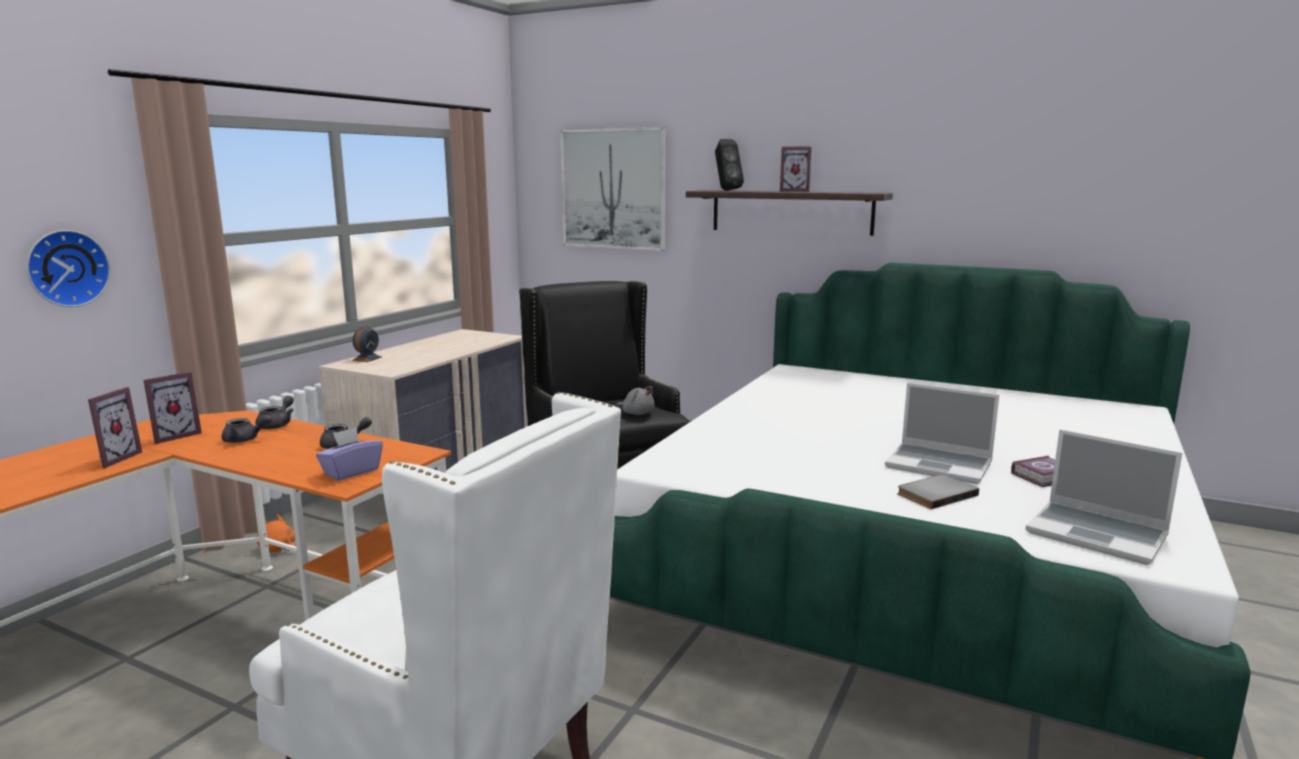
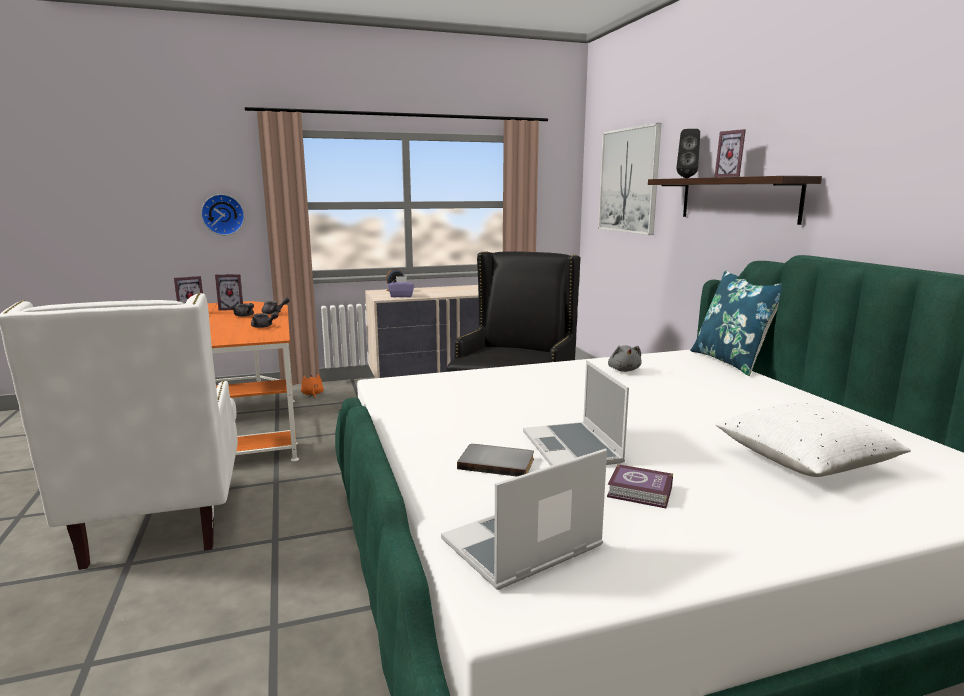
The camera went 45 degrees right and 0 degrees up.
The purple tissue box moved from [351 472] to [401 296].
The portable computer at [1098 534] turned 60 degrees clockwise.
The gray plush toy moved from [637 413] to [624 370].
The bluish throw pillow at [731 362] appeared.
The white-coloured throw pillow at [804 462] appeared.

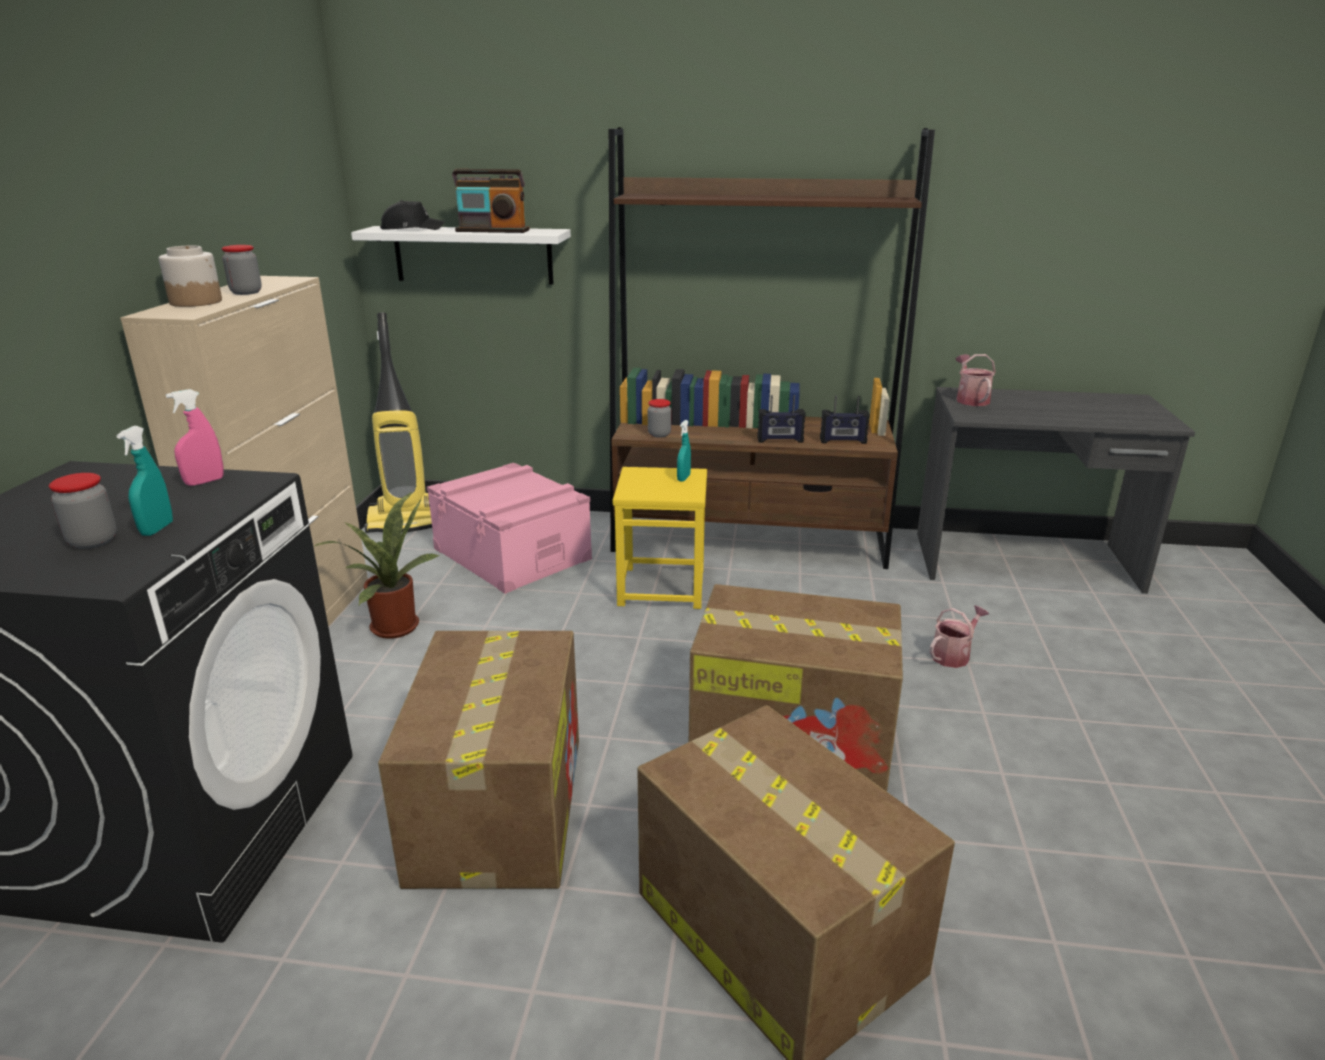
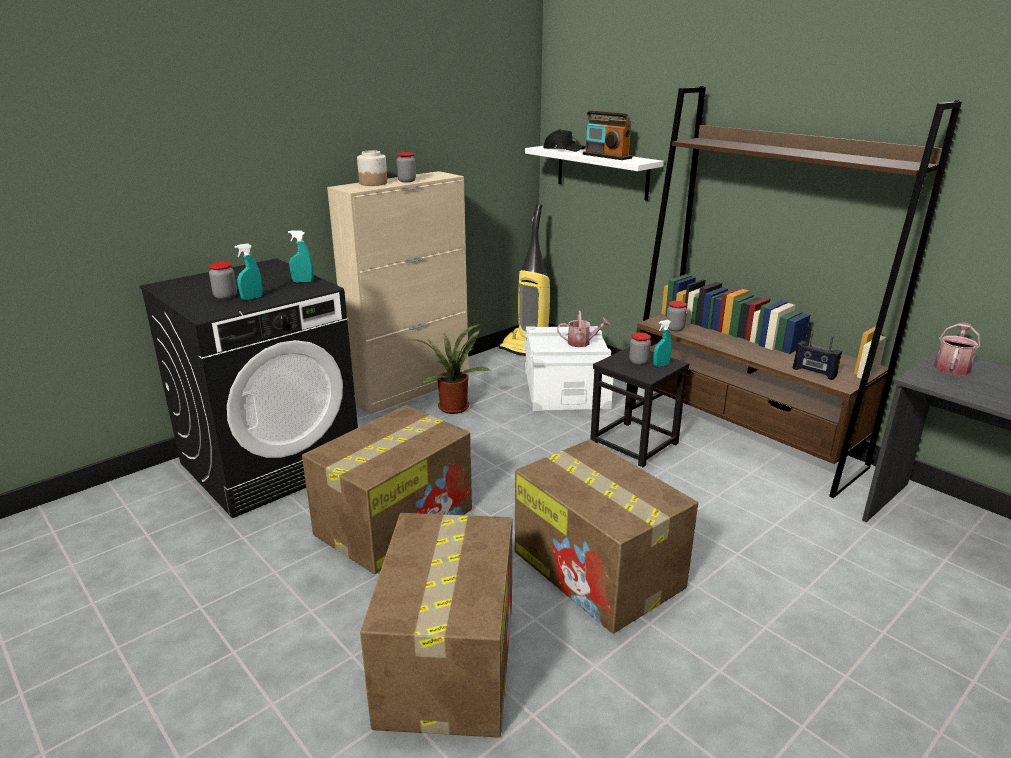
The camera went 40 degrees right and 0 degrees up.
The pinkish hand sprayer at [204 482] became the turquoise hand sprayer at [303 281].
The pinkish storage box at [512 553] became the white-coloured storage box at [566 388].
The sprinkling can moved from [953 655] to [582 343].
The yellow-coloured stool seat at [662 587] became the black-coloured stool seat at [634 443].
The jar at [638 362] appeared.
The radio receiver at [780 440] disappeared.

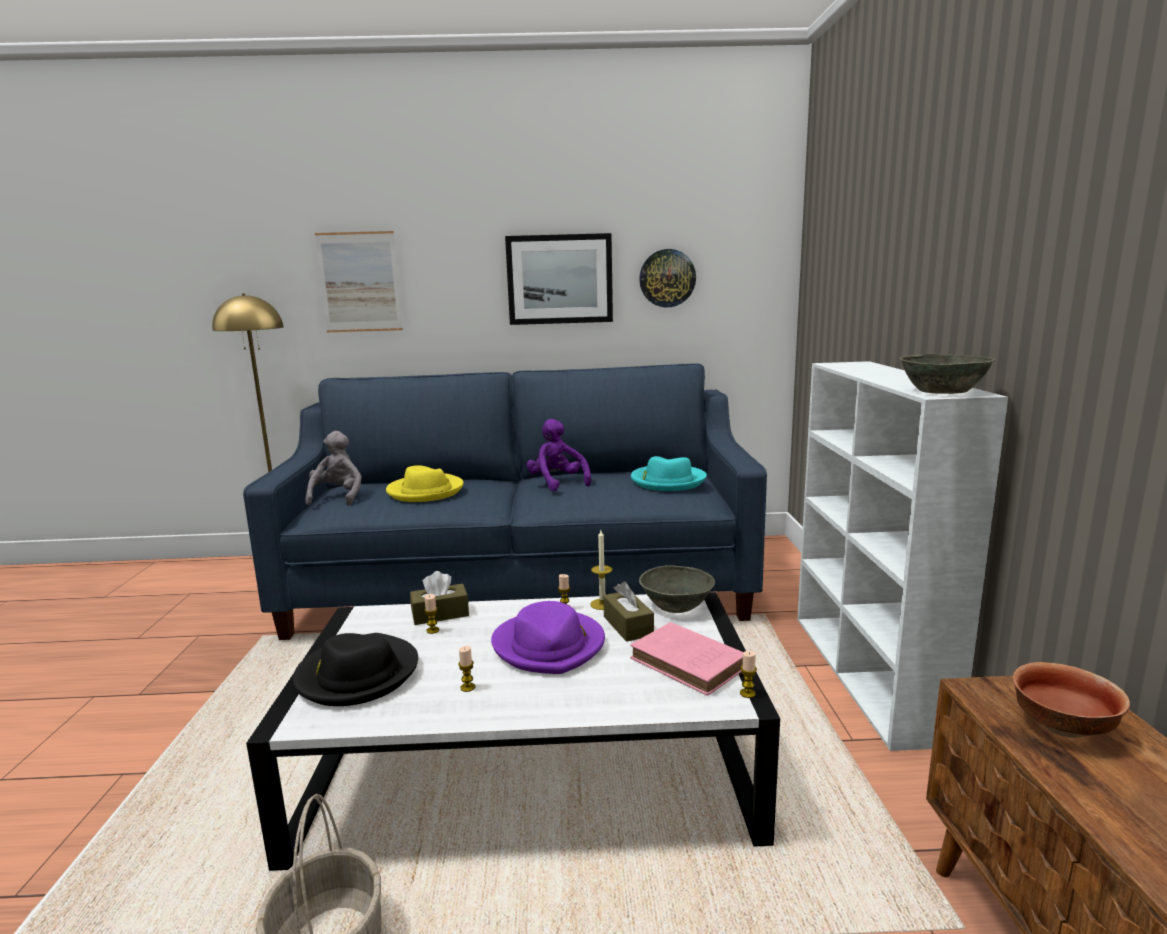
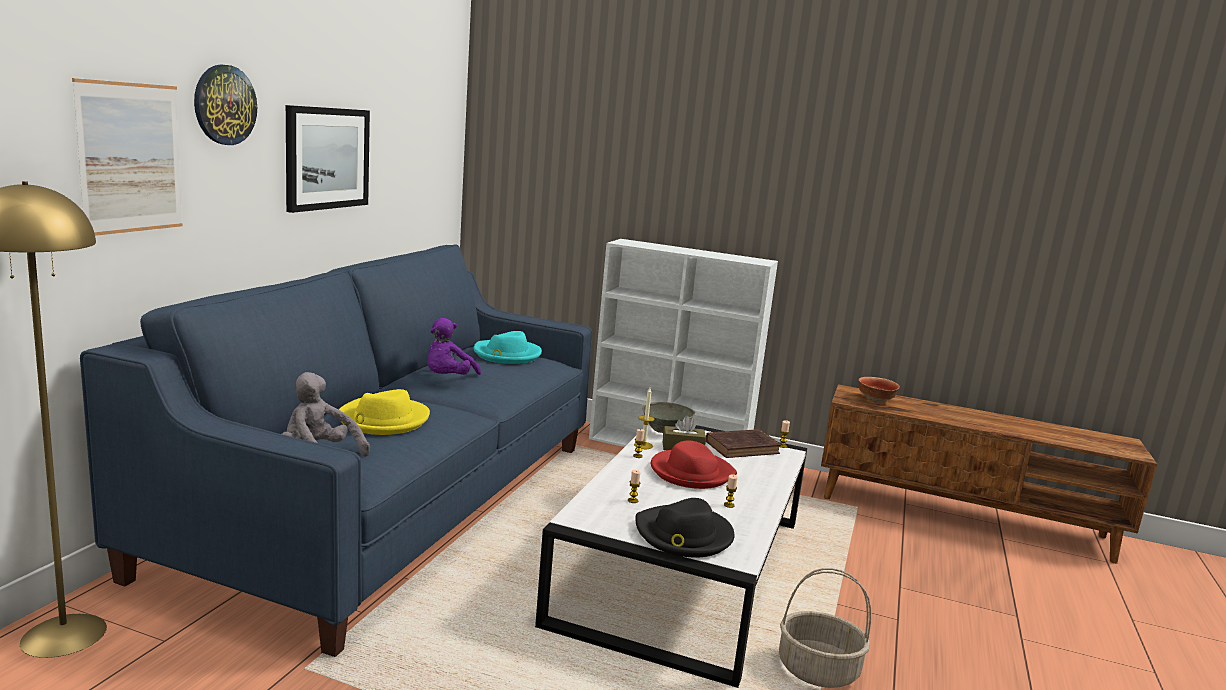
The camera went 70 degrees left and 0 degrees up.
The clock on the wall moved from [667 278] to [224 105].
The purple plush toy at [557 483] turned 60 degrees counterclockwise.
The purple wearable hat at [549 646] became the red wearable hat at [691 472].
The pinkish bound book at [690 664] became the brownish bound book at [743 447].
The brownish tissue box at [440 614] disappeared.
The gray serving bowl at [942 391] disappeared.

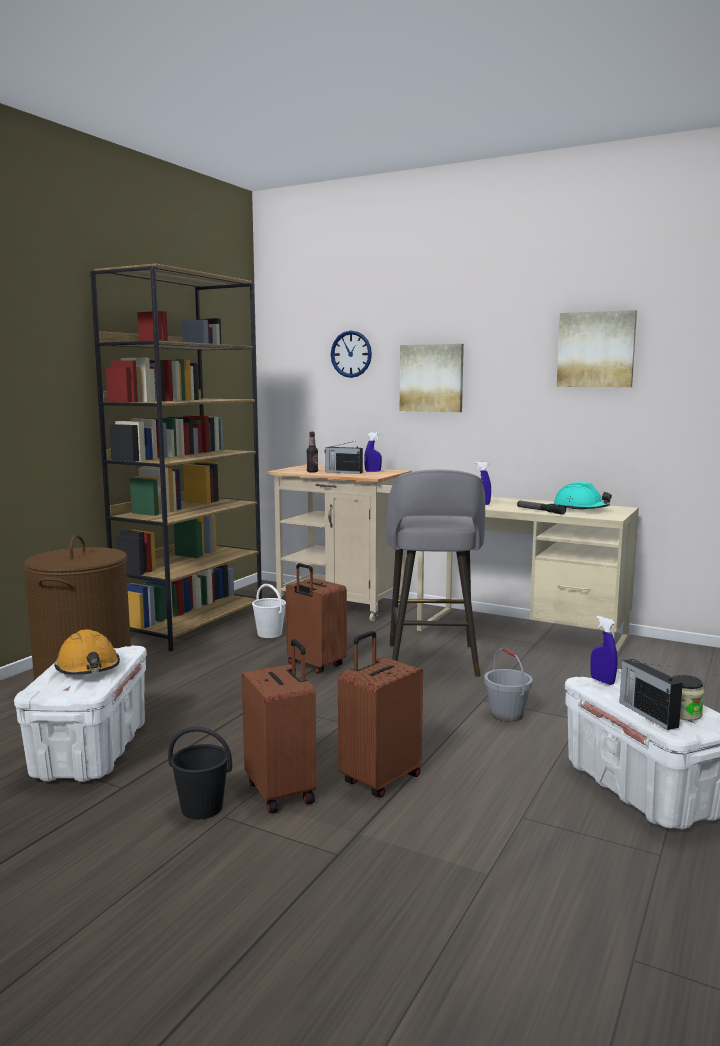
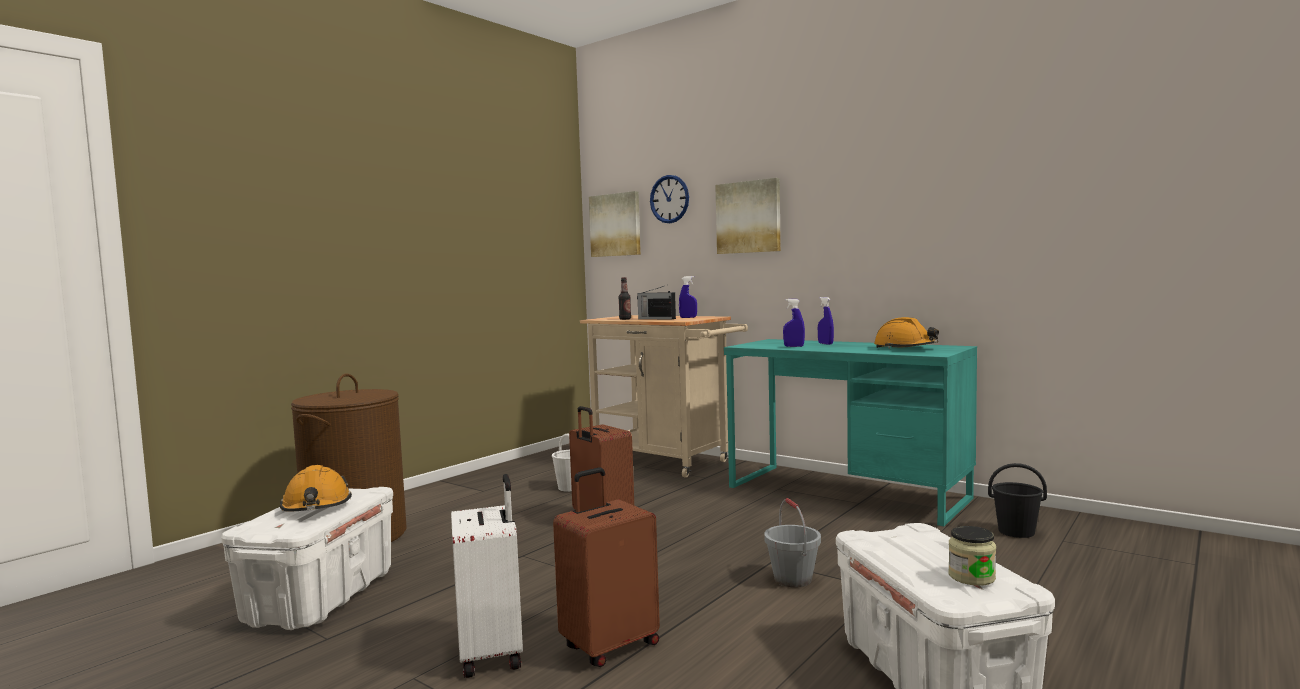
The camera went 10 degrees right and 5 degrees down.
The brownish travel case at [282 792] became the white-coloured travel case at [493 653].
The picture moved from [596 349] to [616 225].
The sand-coloured desk unit at [521 634] became the turquoise desk unit at [846 493].
The bluish hand sprayer moved from [602 681] to [825 344].
The turquoise work helmet at [580 509] became the orangey work helmet at [905 348].
The black-coloured pail moved from [202 808] to [1017 532].
The brownish bookshelf at [191 623] disappeared.
The gray stool seat at [432 661] disappeared.
The torch at [540 511] disappeared.
The radio receiver at [647 714] disappeared.

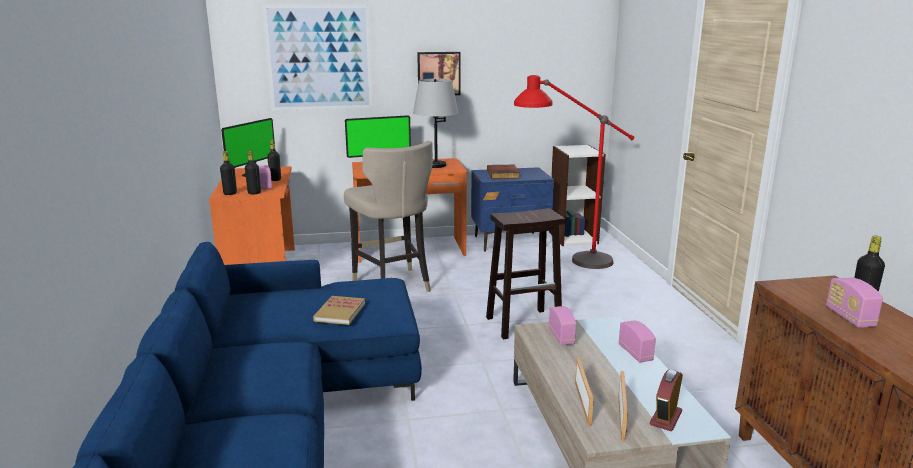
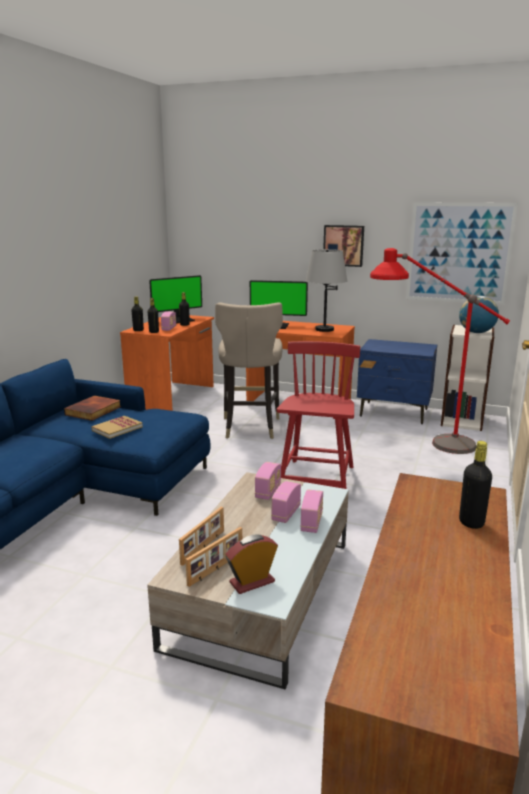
The camera went 30 degrees right and 0 degrees up.
The bound book moved from [504 174] to [94 411].
The radio receiver moved from [849 317] to [286 513].
The brownish stool seat at [524 323] was replaced by the red upright chair at [317 482].
The picture moved from [319 58] to [459 253].
The desk globe at [476 332] appeared.

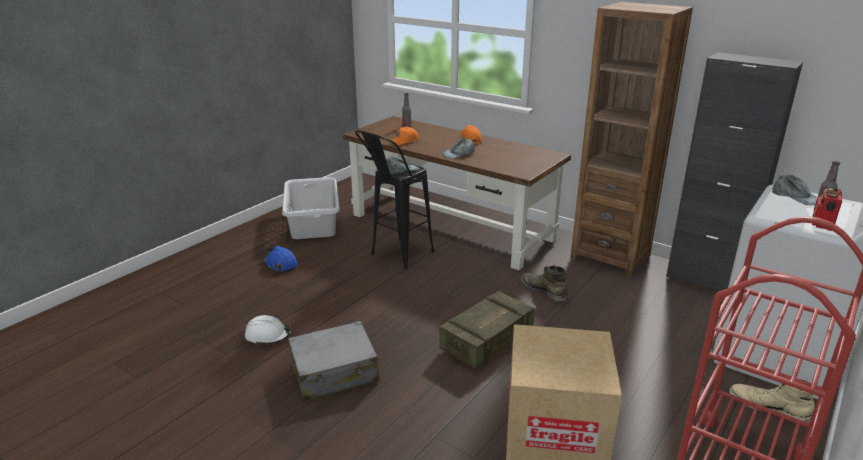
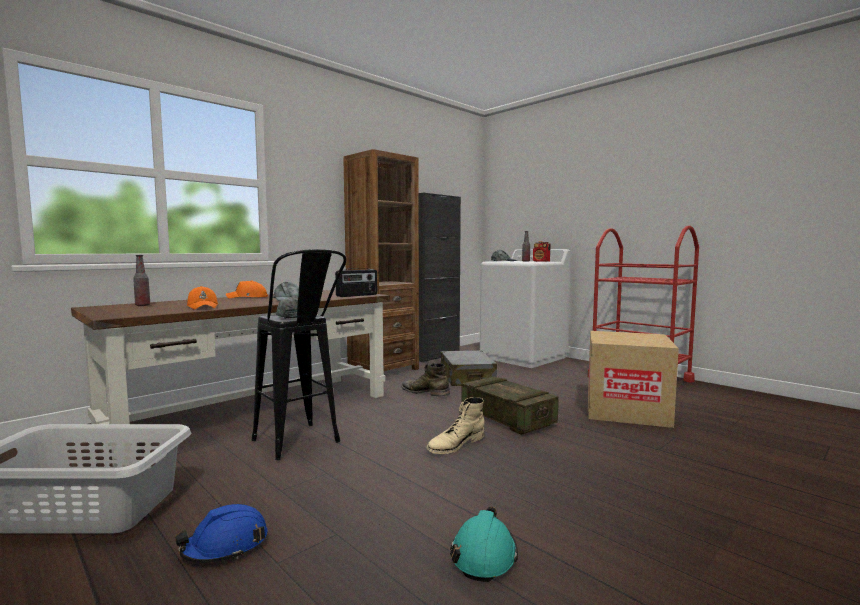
The camera went 80 degrees left and 20 degrees down.
The radio receiver at [357 295] appeared.
The green-coloured boot at [543 290] turned 60 degrees clockwise.
The sand-coloured boot moved from [768 407] to [455 444].
The gray travel case moved from [335 372] to [467 378].
The white-coloured work helmet at [268 336] became the turquoise work helmet at [484 555].

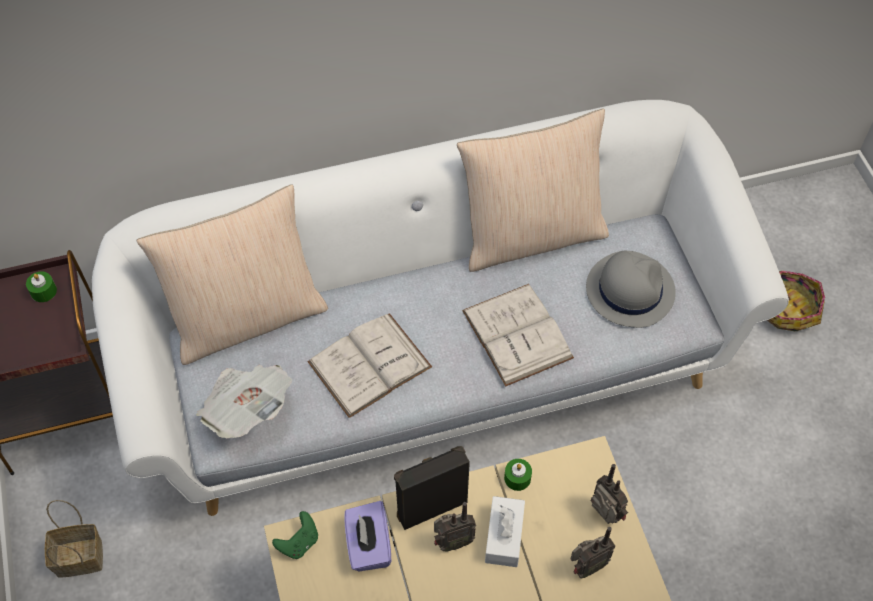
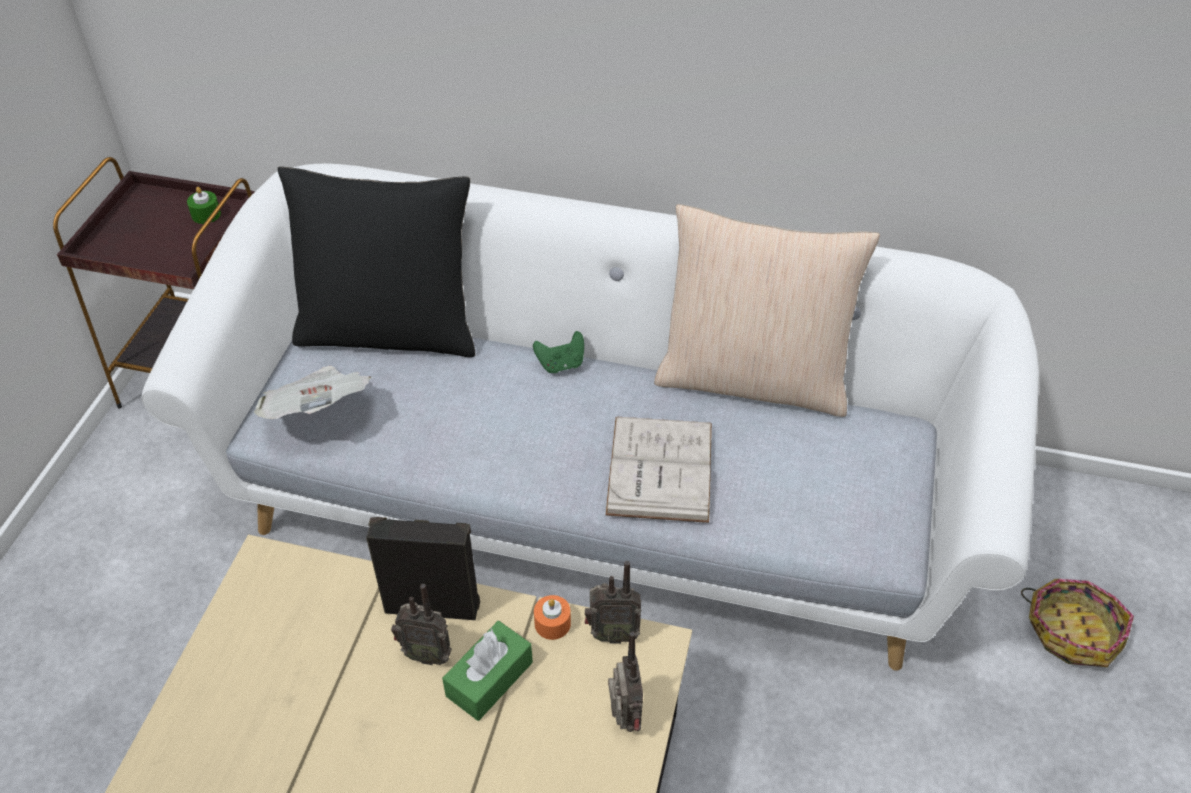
The camera went 30 degrees right and 10 degrees down.
The sand-coloured throw pillow at [247 317] became the black-coloured throw pillow at [390 330].
The white-coloured tissue box at [504 536] became the green-coloured tissue box at [489 679].
The green-coloured gamepad moved from [299 543] to [561 364].
The green-coloured wax light at [517 478] became the orangey wax light at [552 623].
The radio receiver moved from [586 567] to [612 633].
The household basket at [81 556] disappeared.
The white-coloured bound book at [369 364] disappeared.
The purple tissue box at [368 545] disappeared.
The gray wearable hat at [629 289] disappeared.

